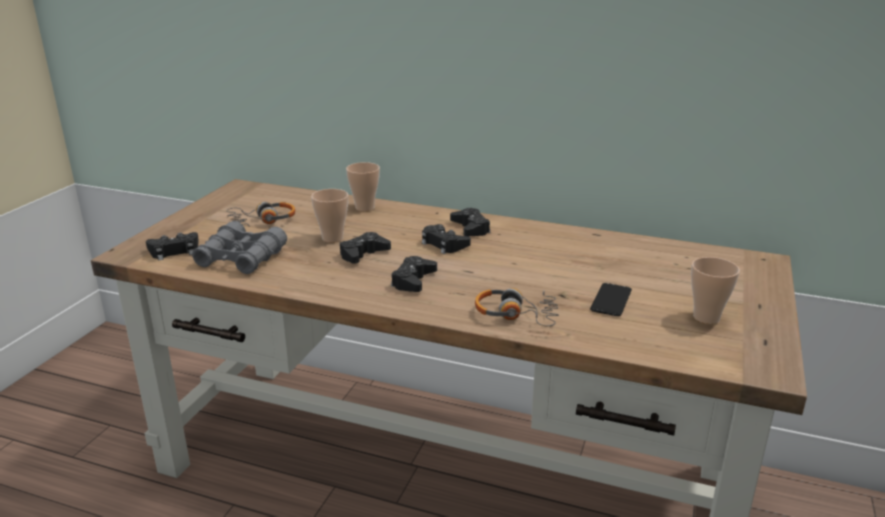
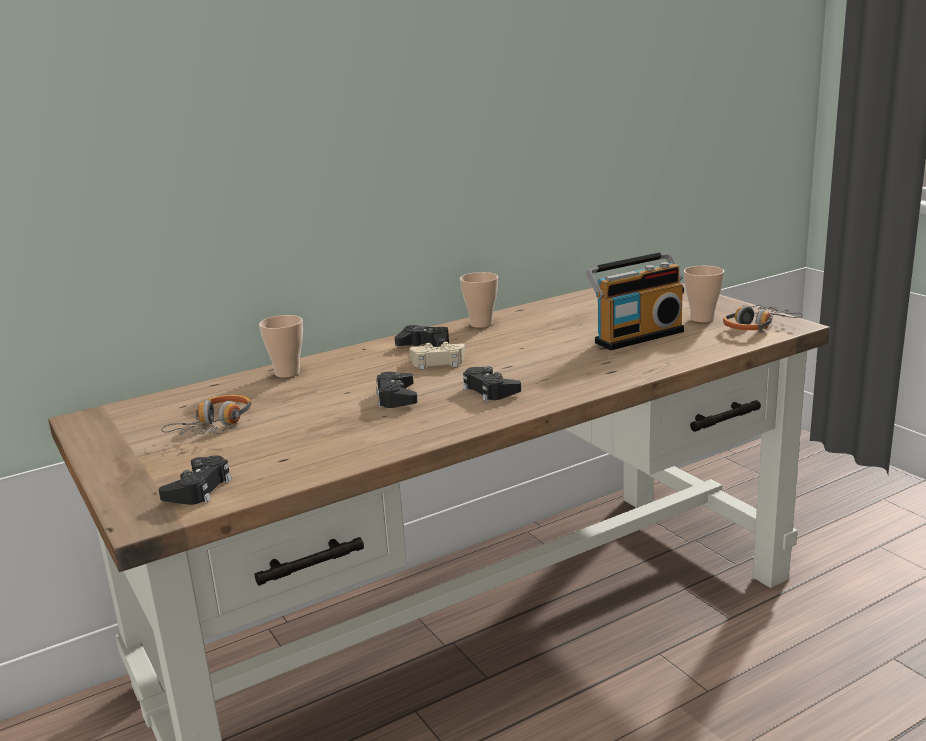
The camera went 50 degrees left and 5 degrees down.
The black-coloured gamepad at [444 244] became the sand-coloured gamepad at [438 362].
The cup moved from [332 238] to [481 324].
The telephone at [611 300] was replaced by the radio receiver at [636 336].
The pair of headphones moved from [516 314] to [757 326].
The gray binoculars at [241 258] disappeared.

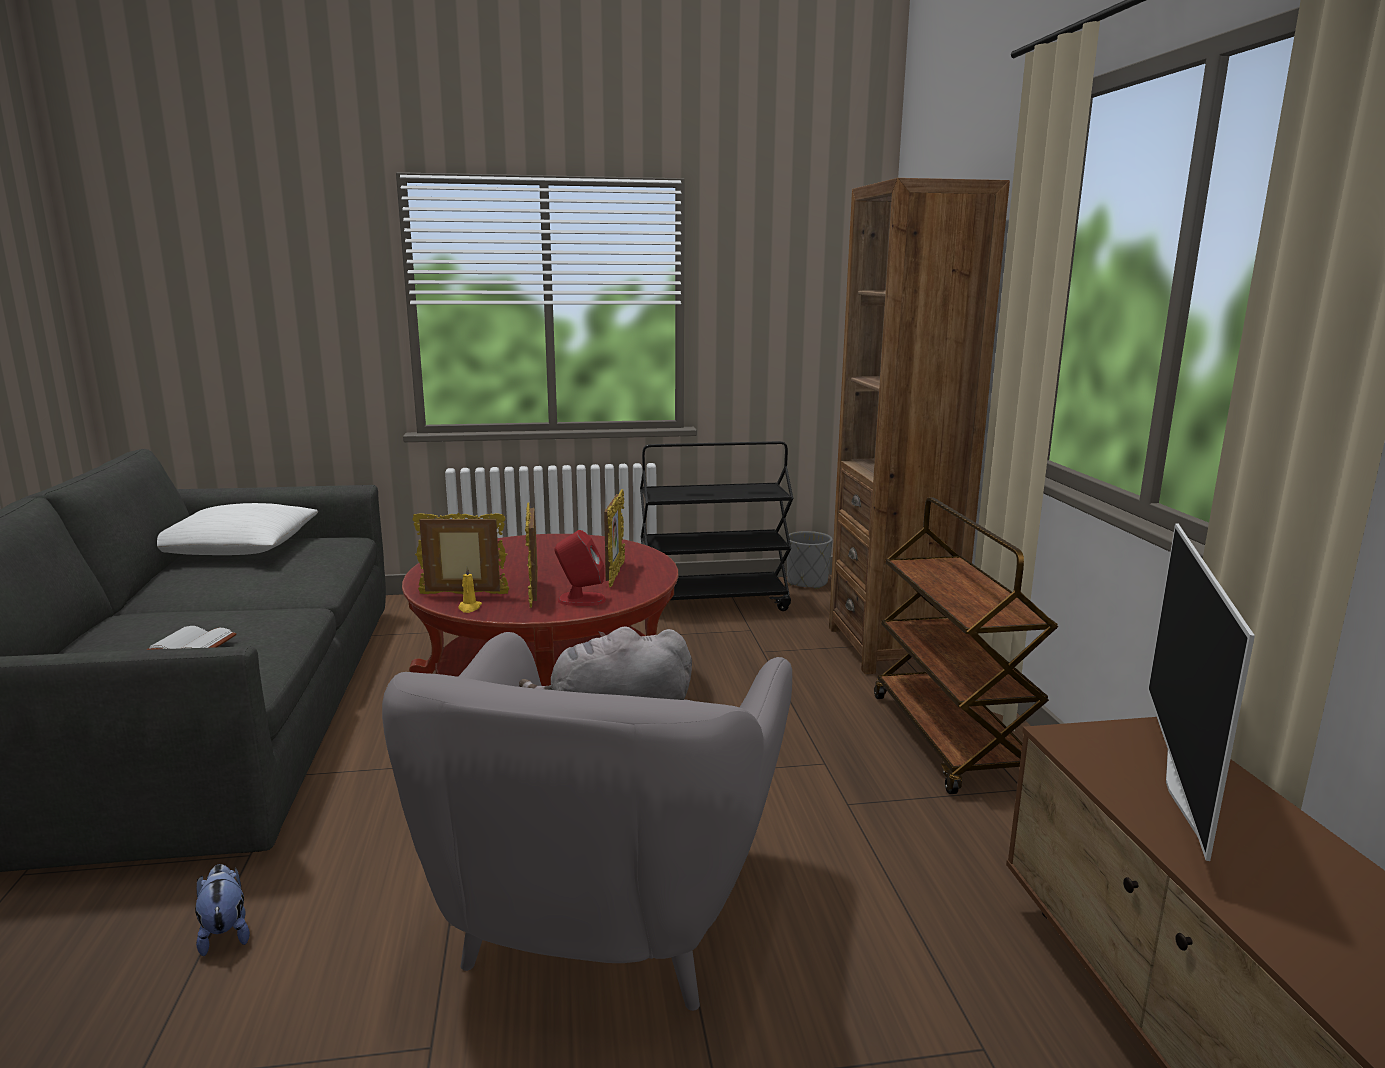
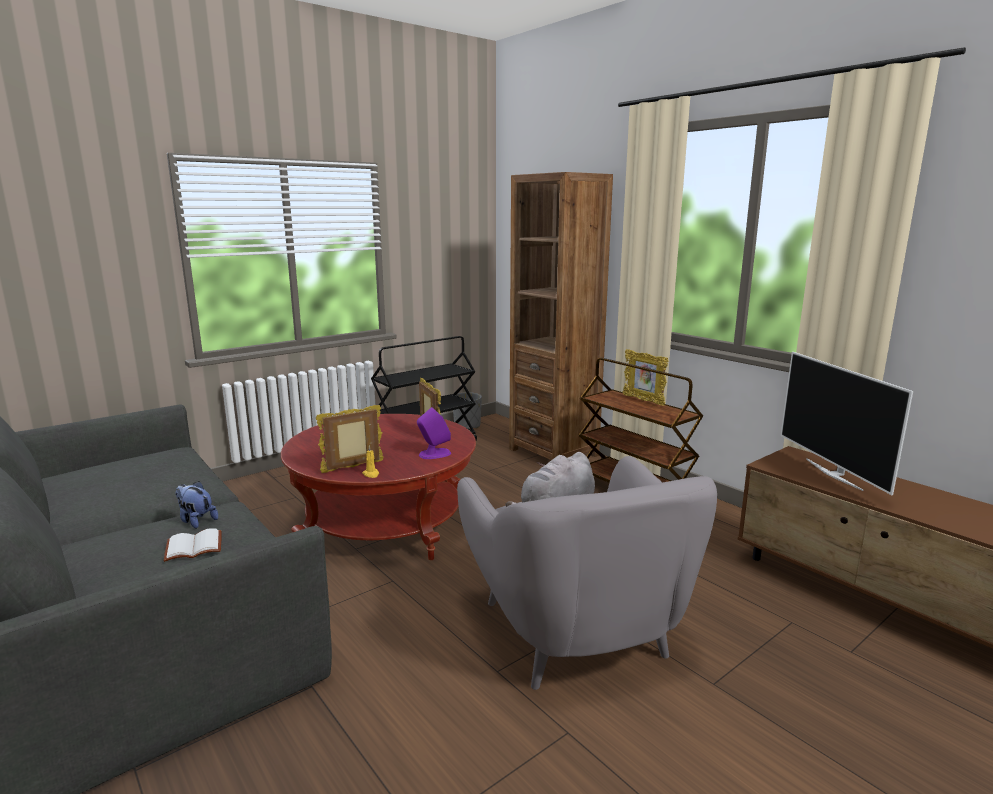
The camera went 30 degrees left and 0 degrees up.
The plush toy moved from [225 932] to [196 520].
The red speaker at [581 599] became the purple speaker at [434 454].
The photo frame moved from [533 593] to [643 400].
The white-coloured throw pillow at [237 549] disappeared.

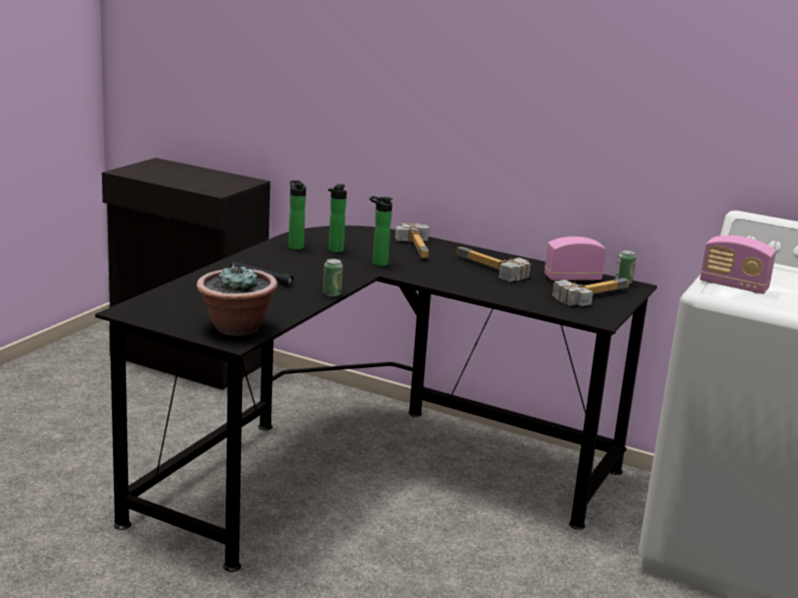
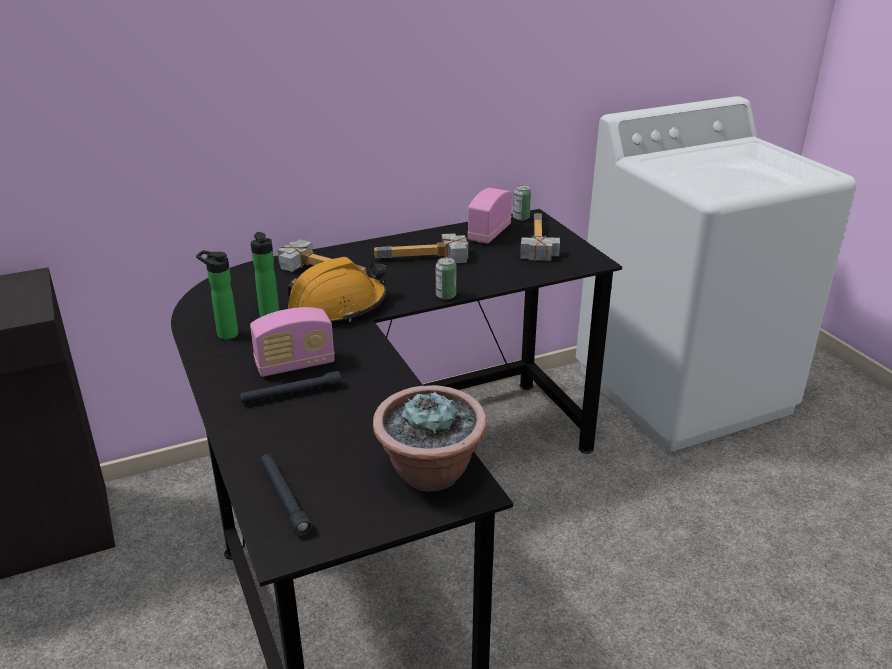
The camera went 50 degrees left and 10 degrees up.
The radio receiver moved from [733 286] to [295 365].
The black-coloured torch at [284 498] appeared.
The drink bottle at [377 263] was replaced by the orangey work helmet at [338 306].
The sealed can moved from [332 294] to [446 296].

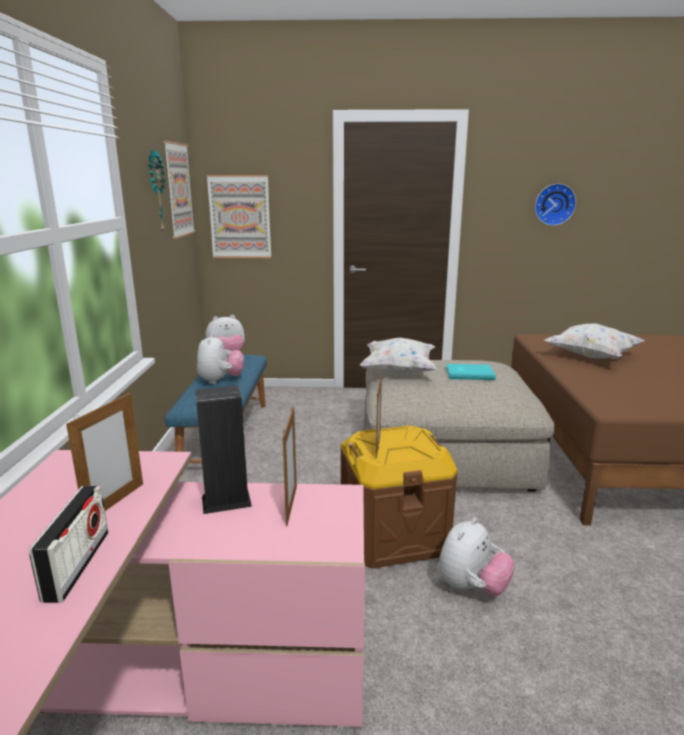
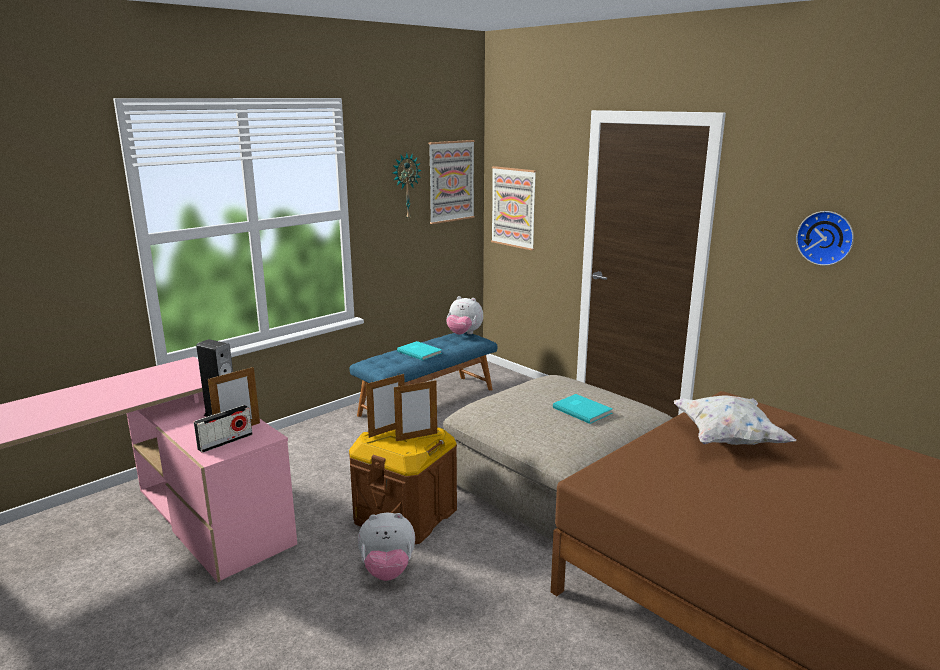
The camera went 45 degrees right and 0 degrees up.
The radio receiver moved from [77 565] to [225 442].
The photo frame moved from [115 503] to [416 437].
The plush toy at [220 380] was replaced by the turquoise bound book at [419 352].
The white-coloured throw pillow at [398 371] disappeared.

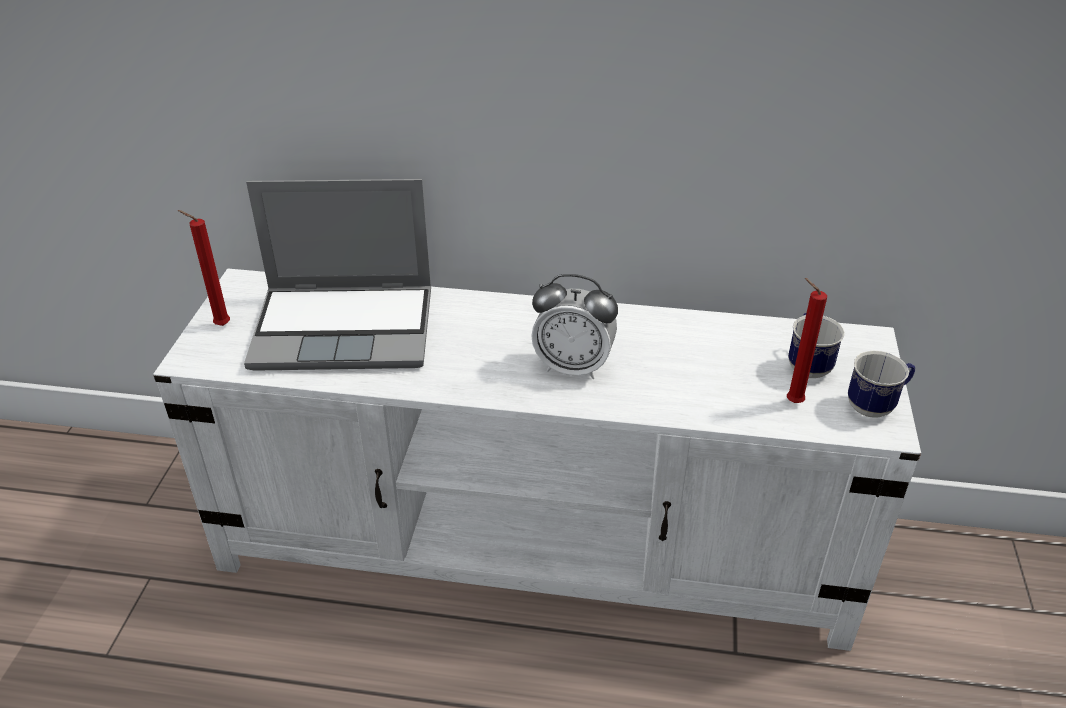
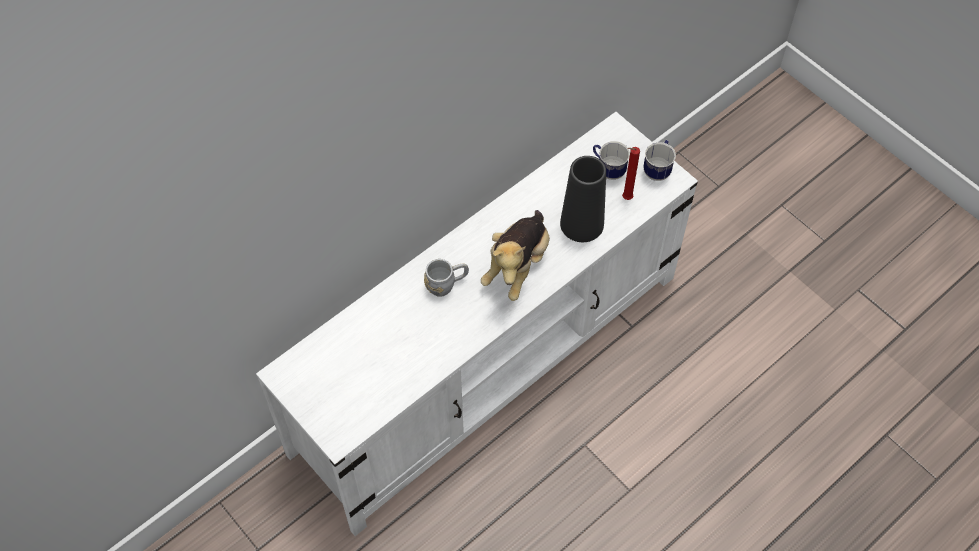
The camera went 50 degrees left and 20 degrees up.
The gray coffee mug at [447 284] appeared.
The alarm clock at [573 366] was replaced by the plush toy at [517 265].
The black-coloured flower vase at [582 224] appeared.
The red wax light at [220 325] disappeared.
The portable computer at [347 328] disappeared.

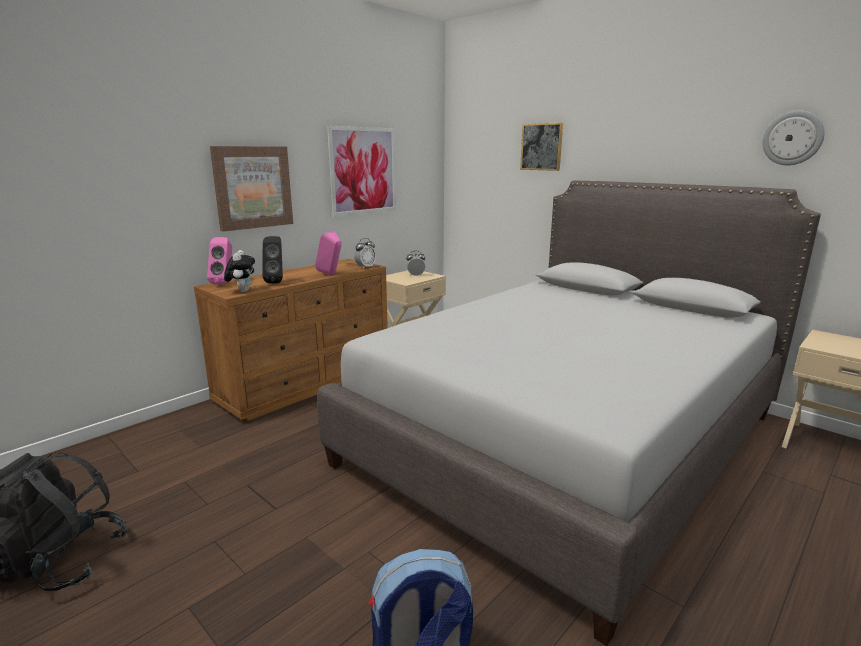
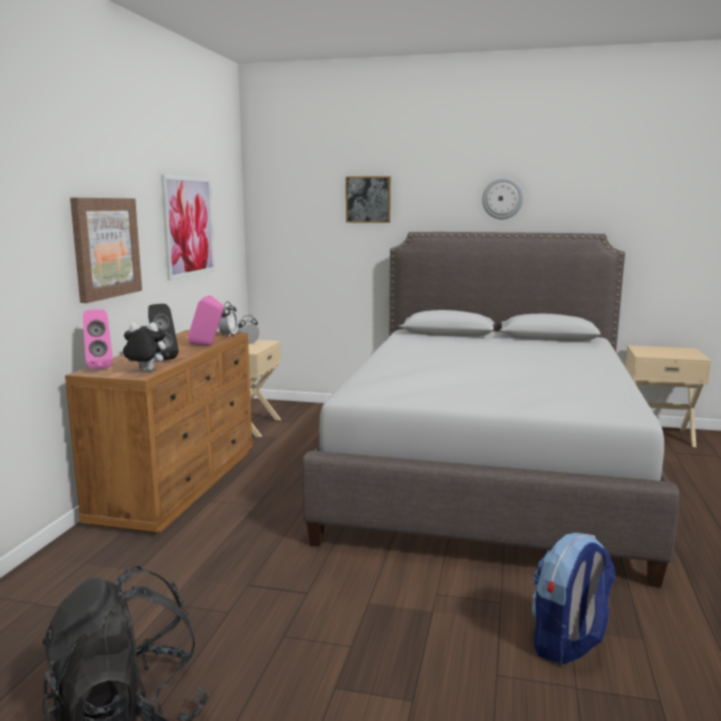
The camera went 30 degrees left and 5 degrees down.
The plush toy at [242 291] turned 60 degrees counterclockwise.
The clock on the wall moved from [792 138] to [502 198].

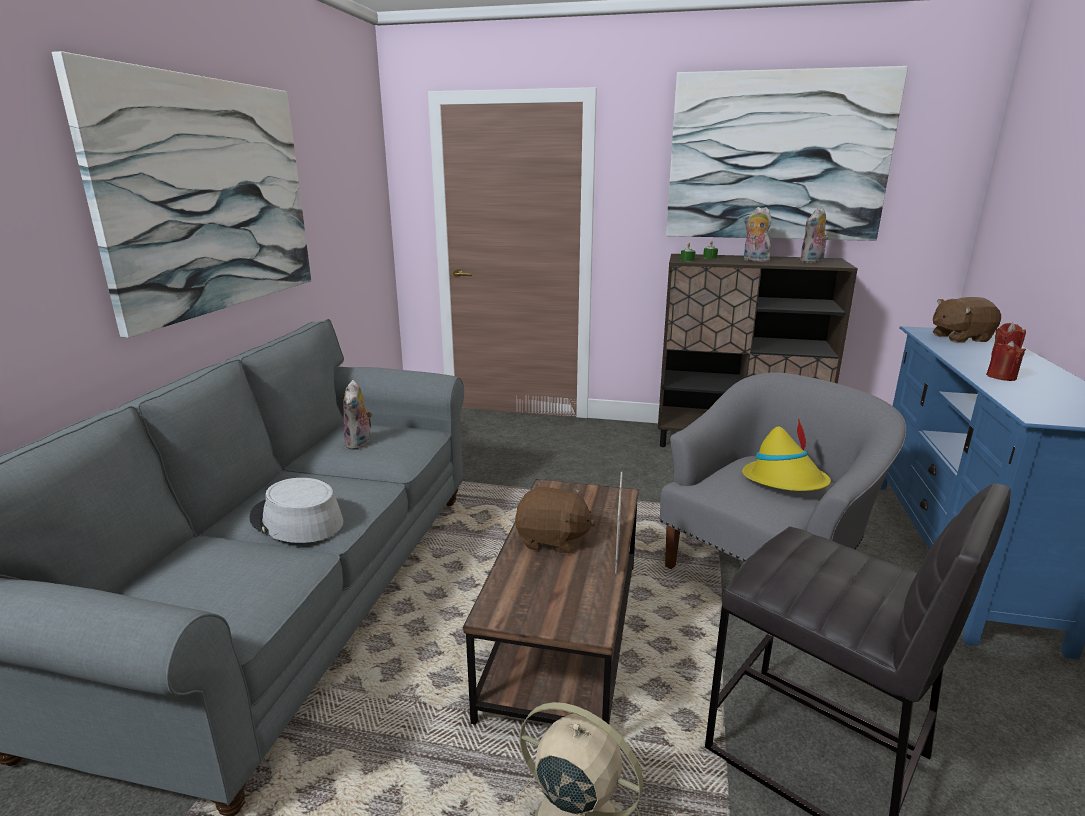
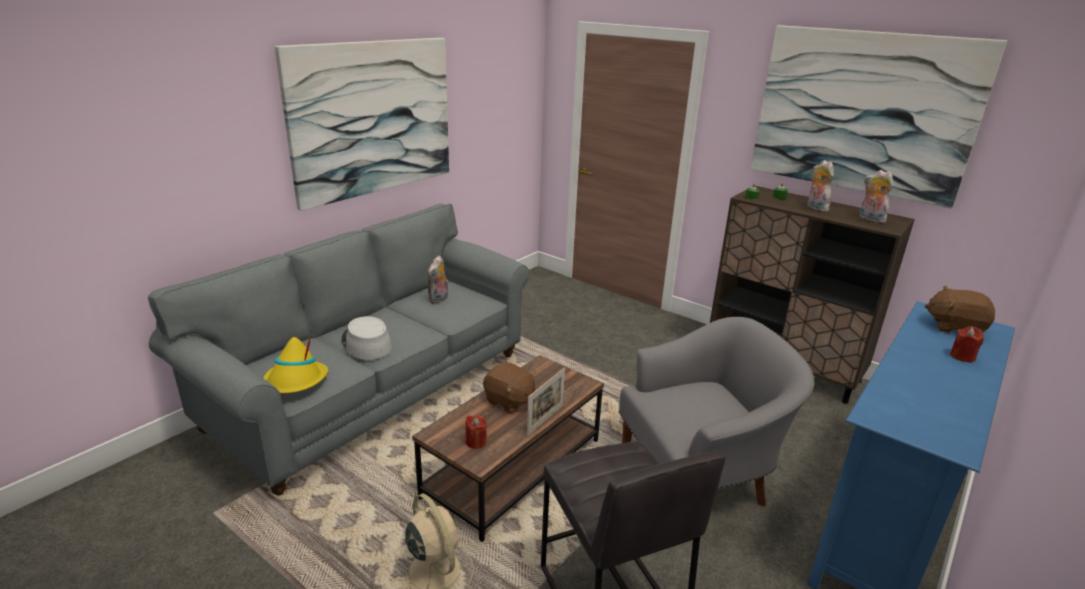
The camera went 25 degrees right and 5 degrees up.
The yellow-coloured wearable hat moved from [785 481] to [295 381].
The red wax light moved from [1001 377] to [476 442].
The plush toy at [812 262] turned 60 degrees clockwise.

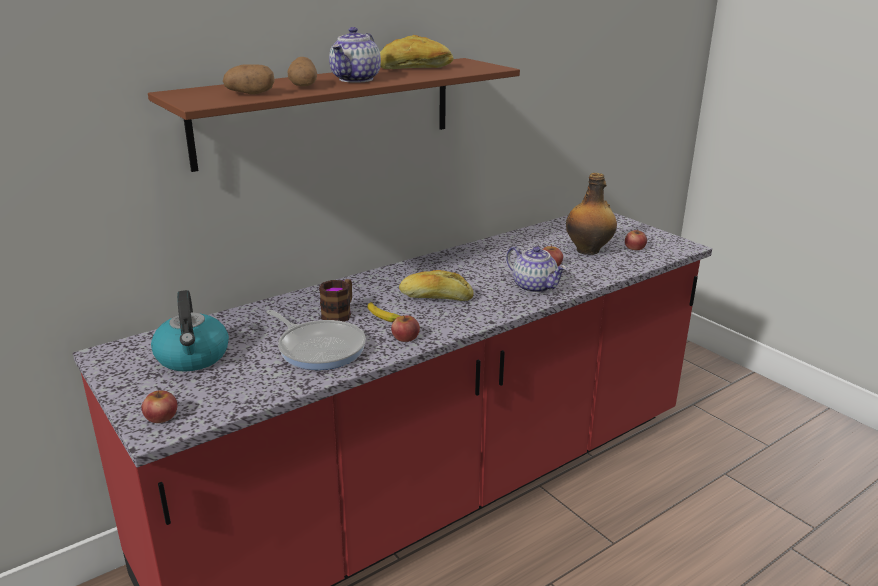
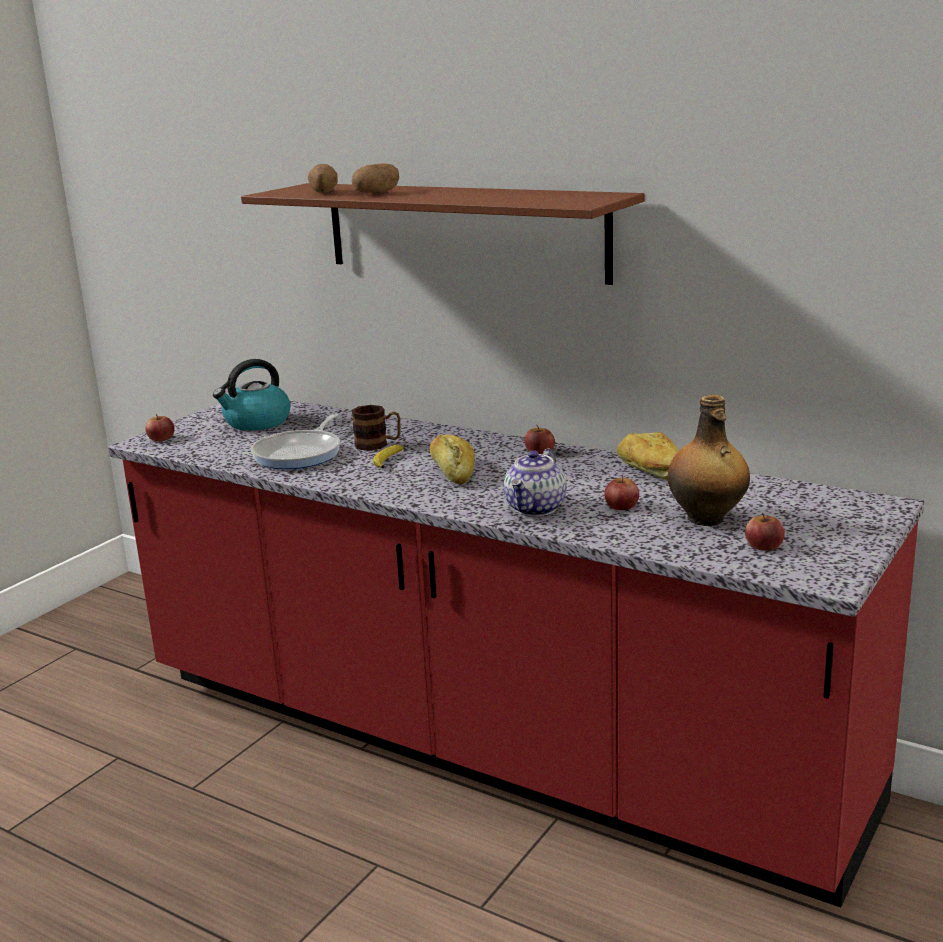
The camera went 70 degrees right and 5 degrees down.
The apple moved from [405 337] to [539 452].
The bakery bread moved from [415 68] to [650 471].
The pot for tea at [356 79] disappeared.

